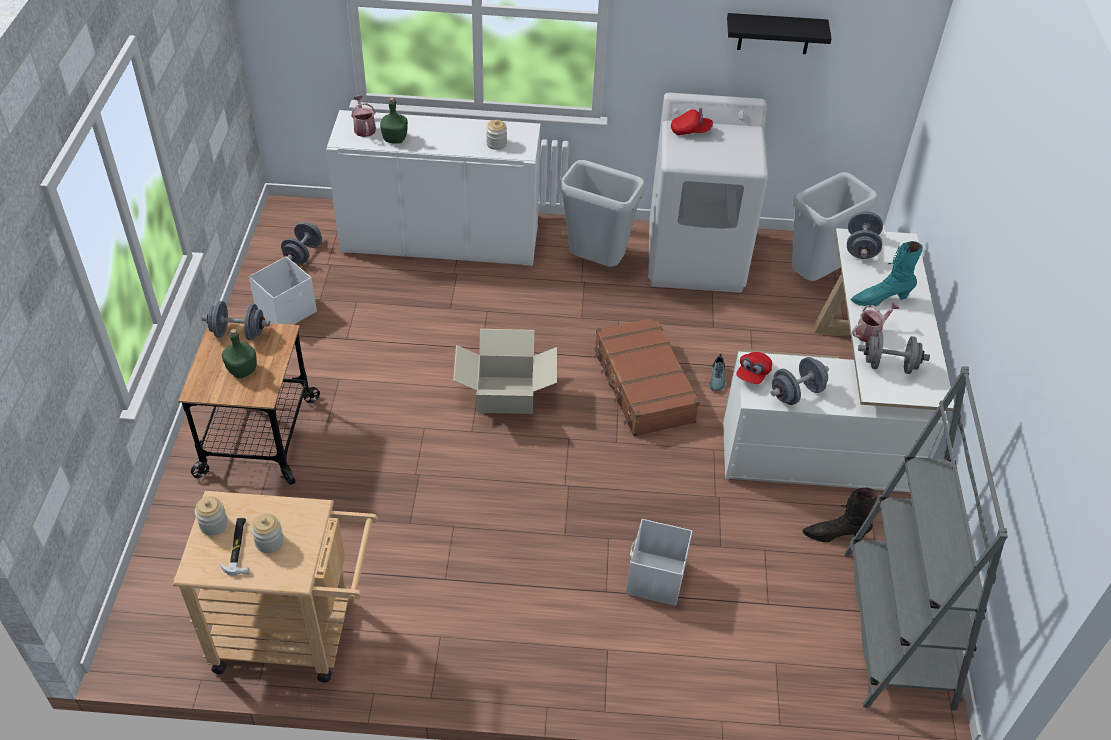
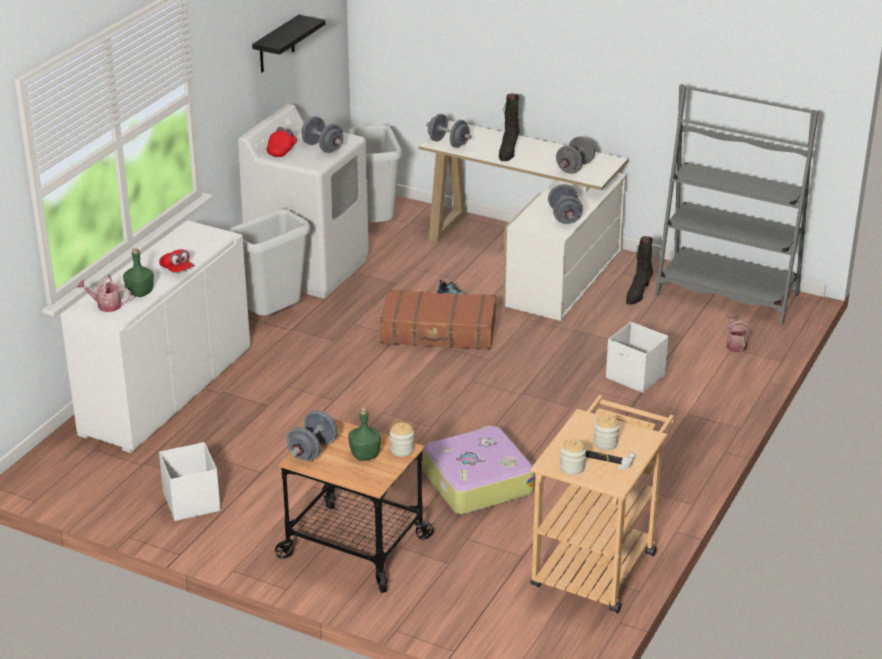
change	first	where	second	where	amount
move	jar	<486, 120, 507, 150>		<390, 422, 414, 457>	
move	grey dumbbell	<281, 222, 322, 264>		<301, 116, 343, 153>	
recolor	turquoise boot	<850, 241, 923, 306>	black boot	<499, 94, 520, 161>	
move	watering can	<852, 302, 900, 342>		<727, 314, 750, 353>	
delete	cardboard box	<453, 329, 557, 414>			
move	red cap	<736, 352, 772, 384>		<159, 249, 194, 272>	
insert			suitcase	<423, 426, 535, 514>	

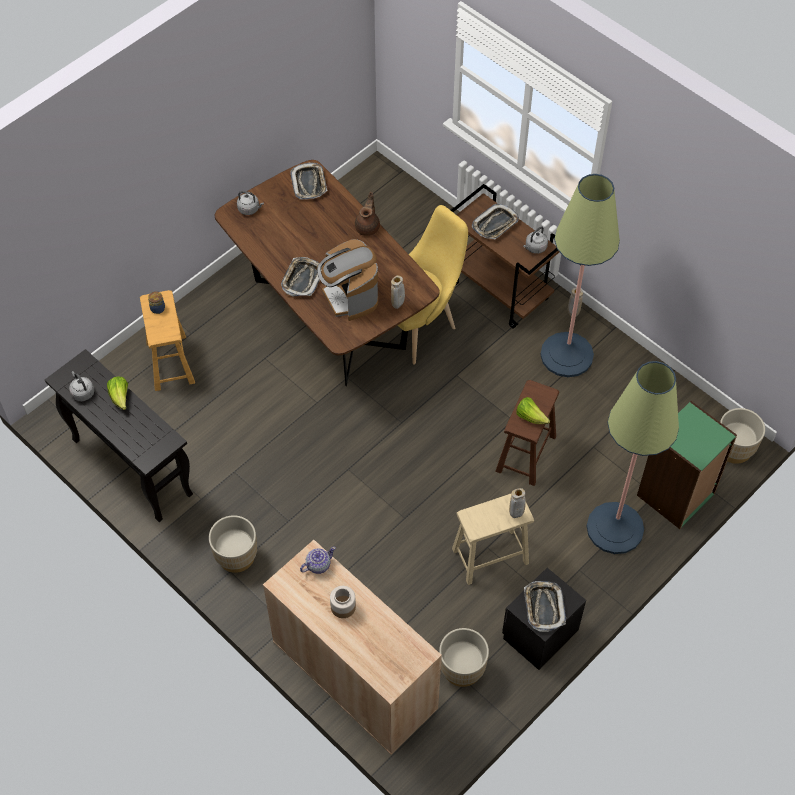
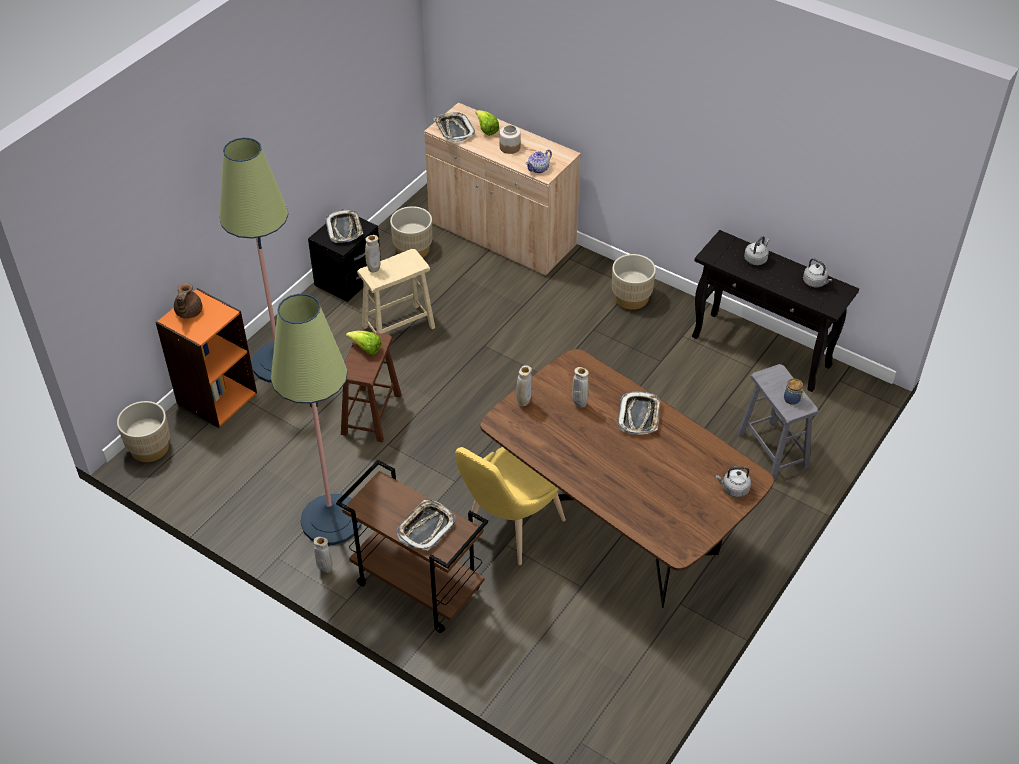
change	first	where	second	where	amount
move	tray	<290, 163, 327, 200>		<434, 112, 476, 142>	
move	brown teapot	<355, 192, 380, 236>		<174, 283, 202, 319>	
move	grey kettle	<523, 226, 548, 254>		<744, 236, 769, 265>	
replace	coffee machine	<317, 239, 378, 321>	beige vase	<572, 367, 589, 408>	
recolor	brown stool	<140, 290, 195, 391>	grey stool	<737, 364, 819, 480>	
move	lettuce	<107, 376, 128, 410>		<476, 110, 499, 136>	
recolor	green bookcase	<637, 401, 737, 529>	orange bookcase	<155, 288, 257, 428>	

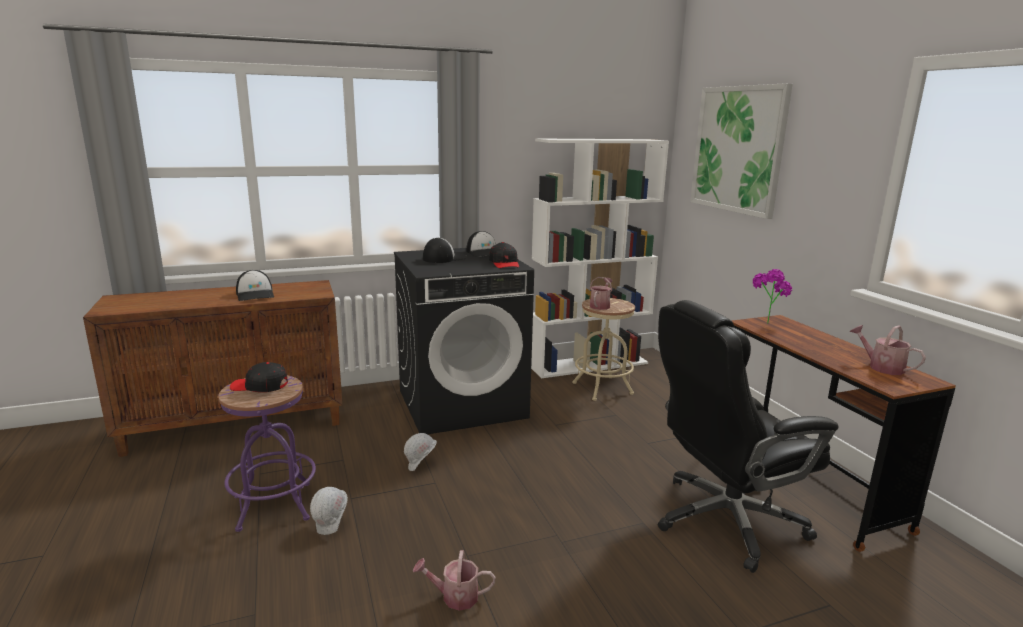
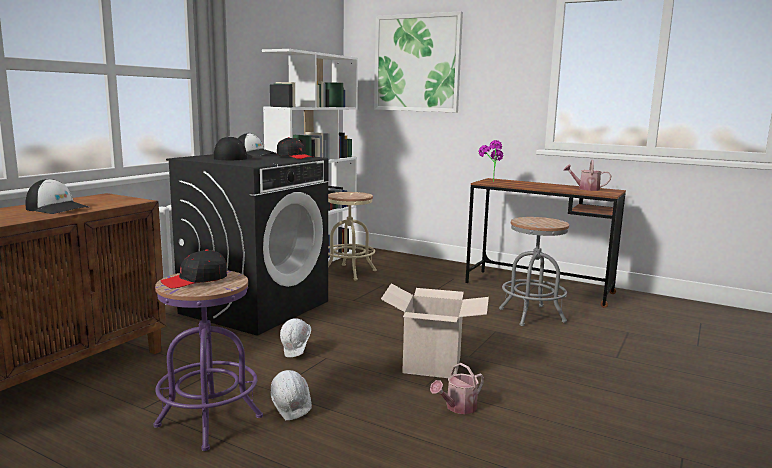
change	first	where	second	where	amount
delete	watering can	<590, 277, 613, 310>			
replace	black office chair	<658, 300, 839, 573>	grey stool	<499, 217, 569, 326>	
insert			cardboard box	<381, 283, 489, 378>	

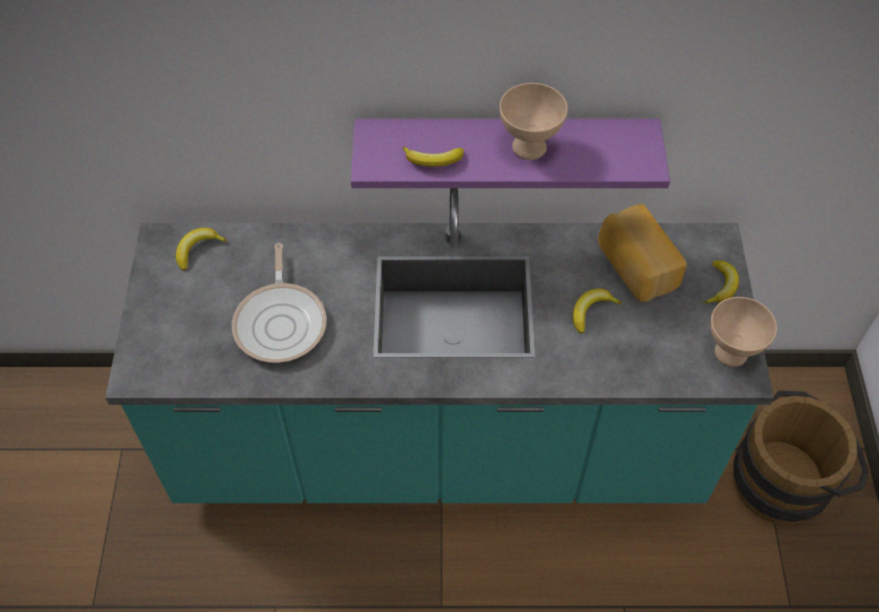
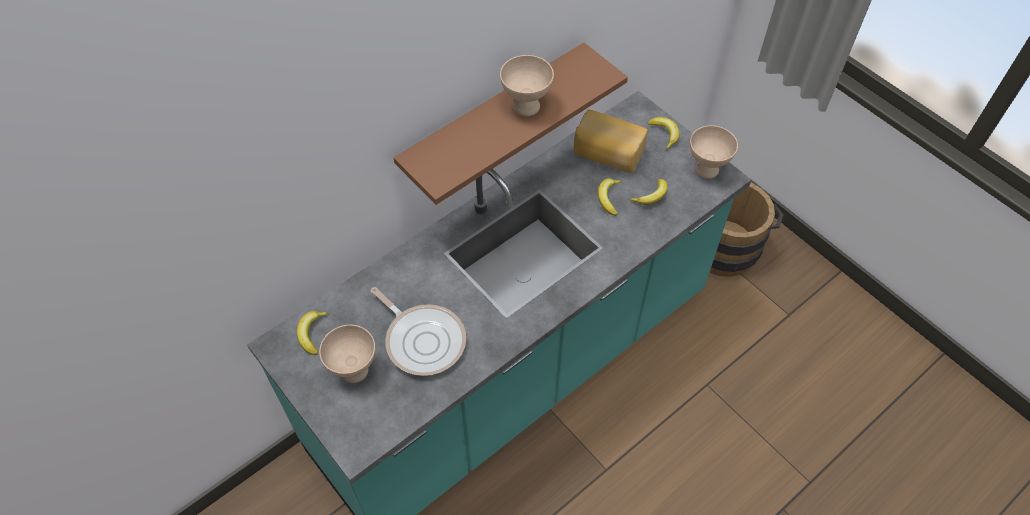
change	first	where	second	where	amount
recolor	purple shelf	<351, 119, 670, 188>	brown shelf	<394, 43, 628, 205>	
move	banana	<403, 146, 464, 166>		<629, 179, 668, 205>	
insert			beige bowl	<319, 325, 375, 383>	

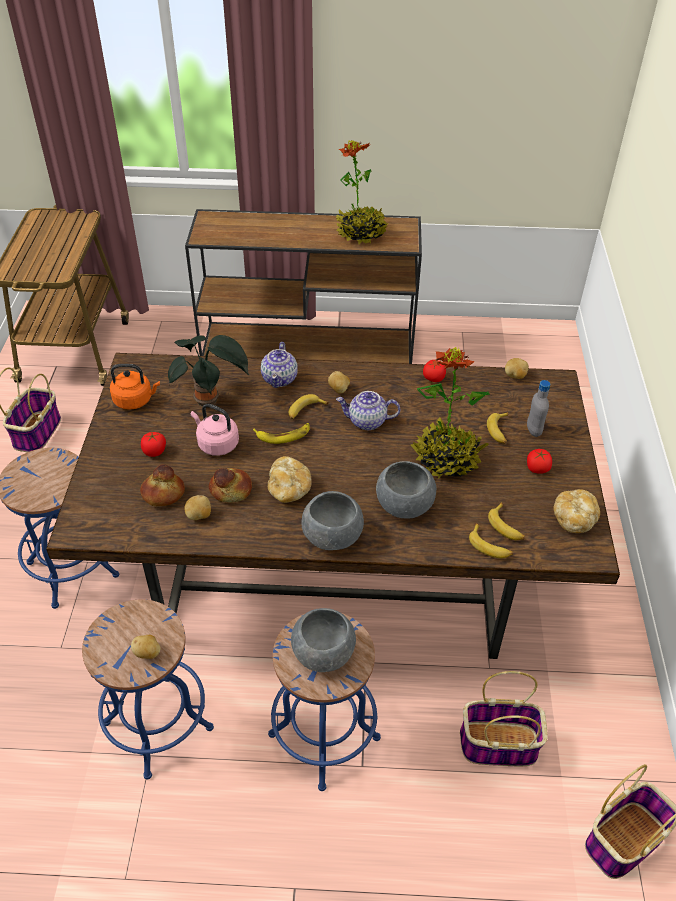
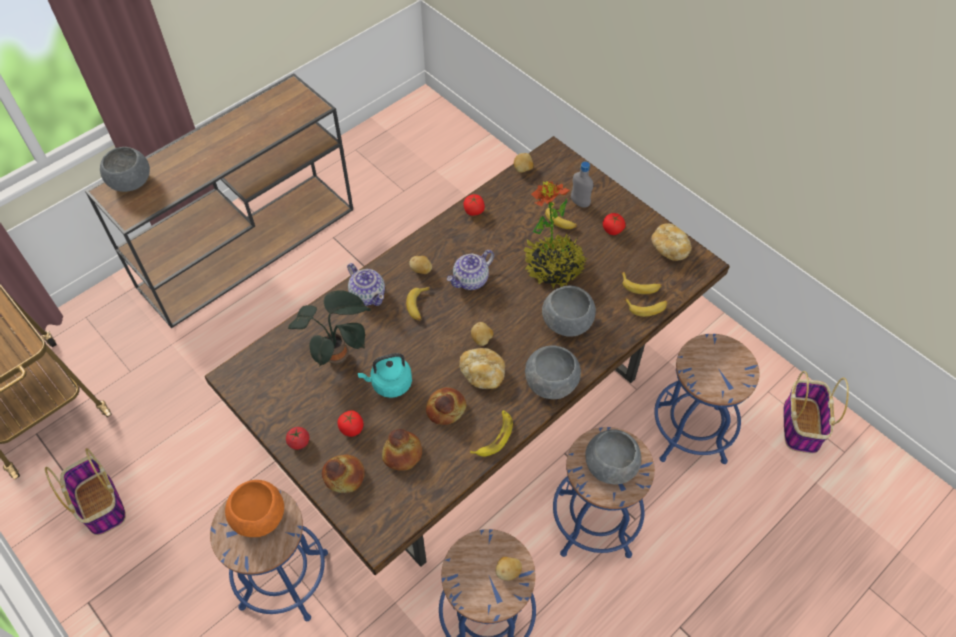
change	first	where	second	where	amount
delete	potted plant	<336, 140, 389, 244>			
delete	orange kettle	<110, 364, 160, 410>			
recolor	pink kettle	<191, 404, 239, 456>	turquoise kettle	<357, 353, 412, 398>	
move	banana	<253, 423, 310, 444>		<470, 410, 513, 457>	
move	potato	<184, 495, 211, 520>		<471, 322, 493, 346>	
replace	basket	<460, 671, 548, 766>	blue stool	<654, 334, 759, 464>	
insert			grey bowl	<100, 147, 150, 192>	
insert			tomato	<286, 427, 309, 450>	
insert			bread	<322, 454, 364, 493>	
insert			orange bowl	<225, 480, 284, 537>	

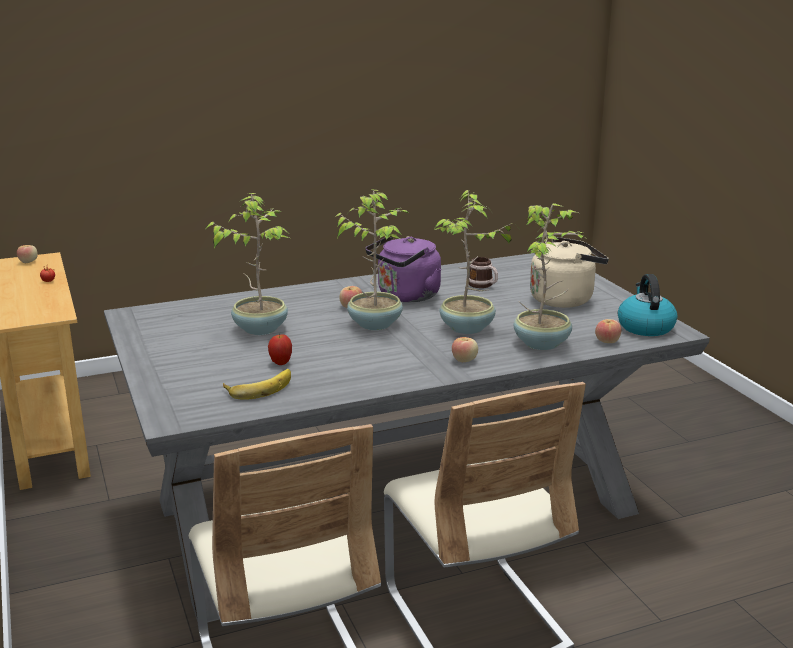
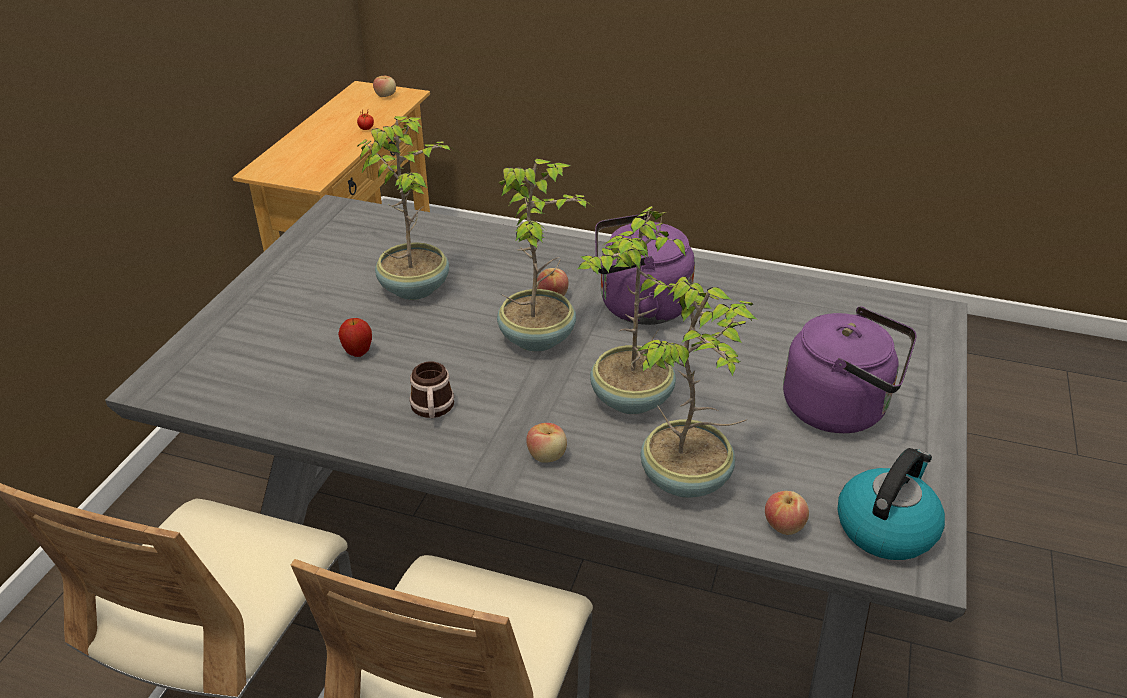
change	first	where	second	where	amount
recolor	beige kettle	<530, 237, 609, 308>	purple kettle	<783, 307, 917, 433>	
move	mug	<469, 257, 498, 288>		<409, 361, 454, 418>	
delete	banana	<223, 369, 291, 400>			

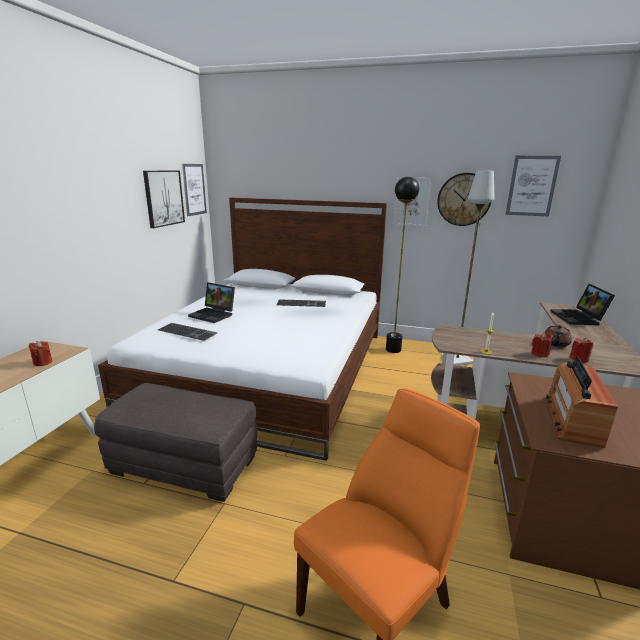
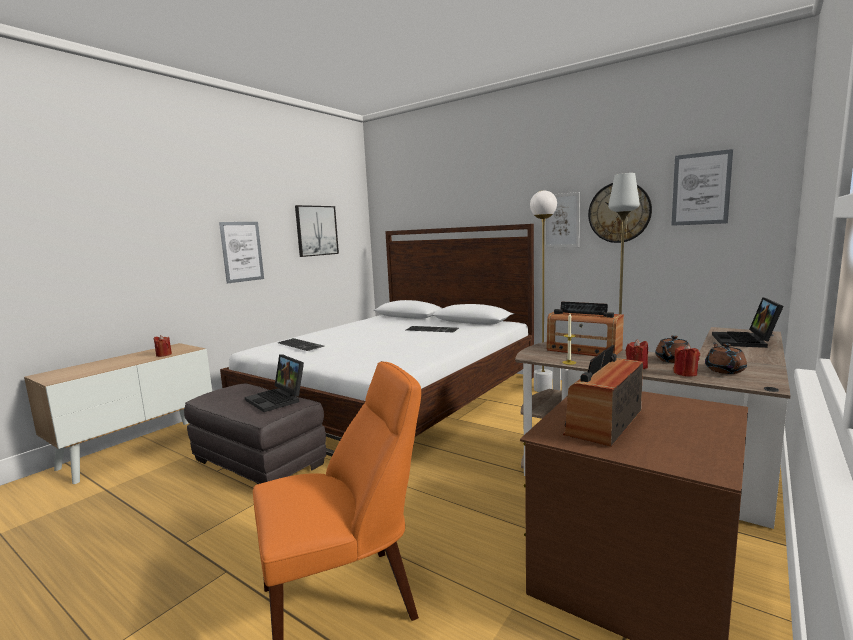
change	first	where	second	where	amount
move	picture	<182, 164, 207, 216>		<219, 222, 264, 283>	
recolor	black floor lamp	<386, 177, 419, 353>	white floor lamp	<530, 191, 557, 392>	
move	laptop	<188, 282, 235, 323>		<245, 354, 304, 412>	
insert			radio	<546, 301, 624, 356>	
insert			brown teapot	<705, 342, 747, 374>	

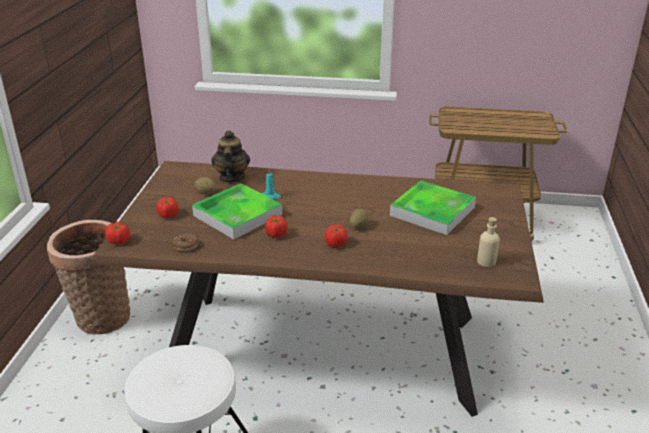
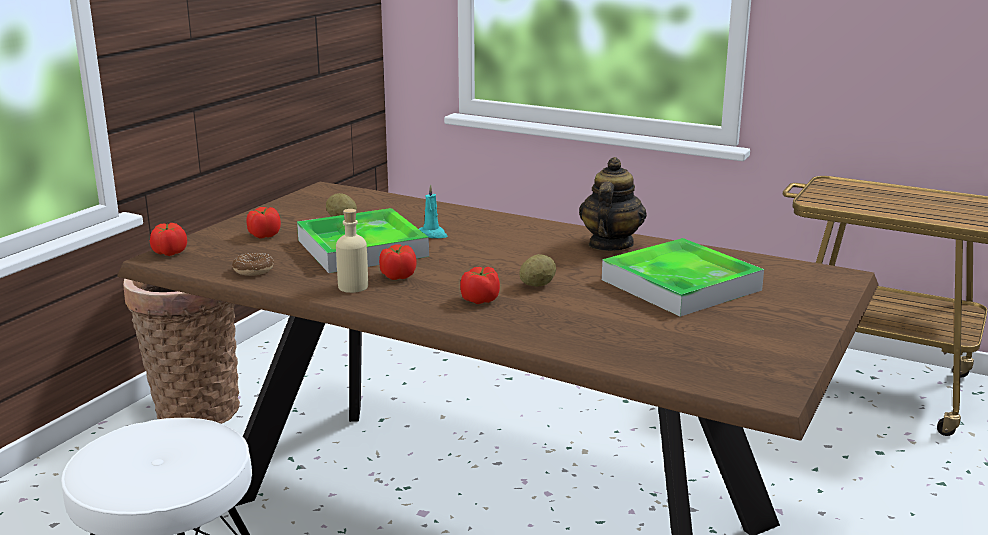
change	first	where	second	where	amount
move	teapot	<211, 130, 250, 183>		<579, 157, 647, 251>	
move	beige bottle	<477, 217, 500, 267>		<336, 209, 368, 293>	

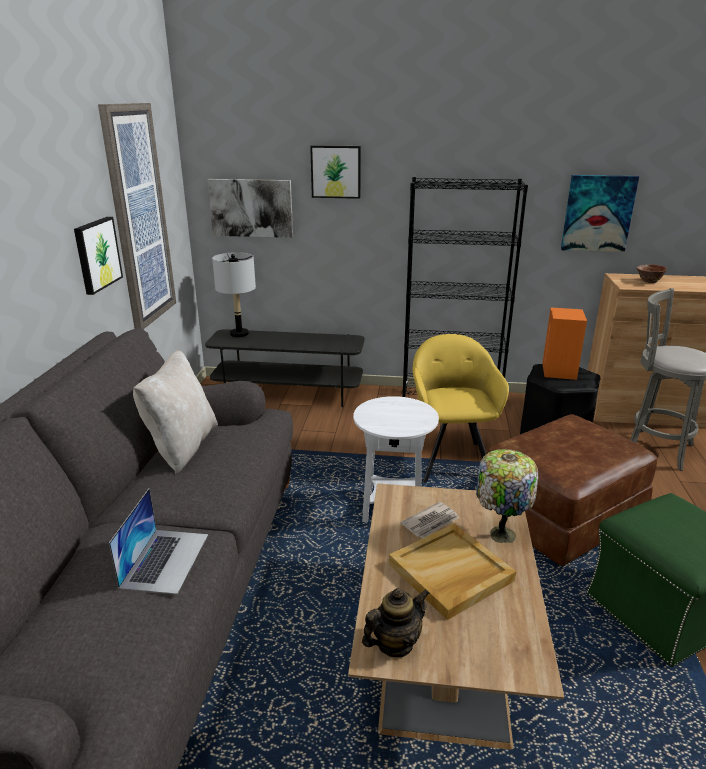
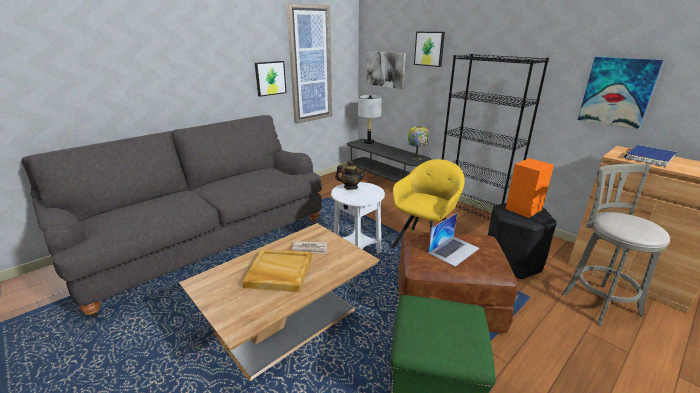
change	first	where	second	where	amount
replace	bowl	<637, 264, 667, 283>	blue book	<624, 145, 676, 167>	
delete	beige pillow	<133, 350, 218, 474>			
move	table lamp	<476, 449, 538, 543>		<408, 126, 429, 160>	
move	laptop	<109, 489, 208, 594>		<428, 213, 480, 267>	
move	teapot	<362, 588, 430, 657>		<335, 161, 366, 190>	

